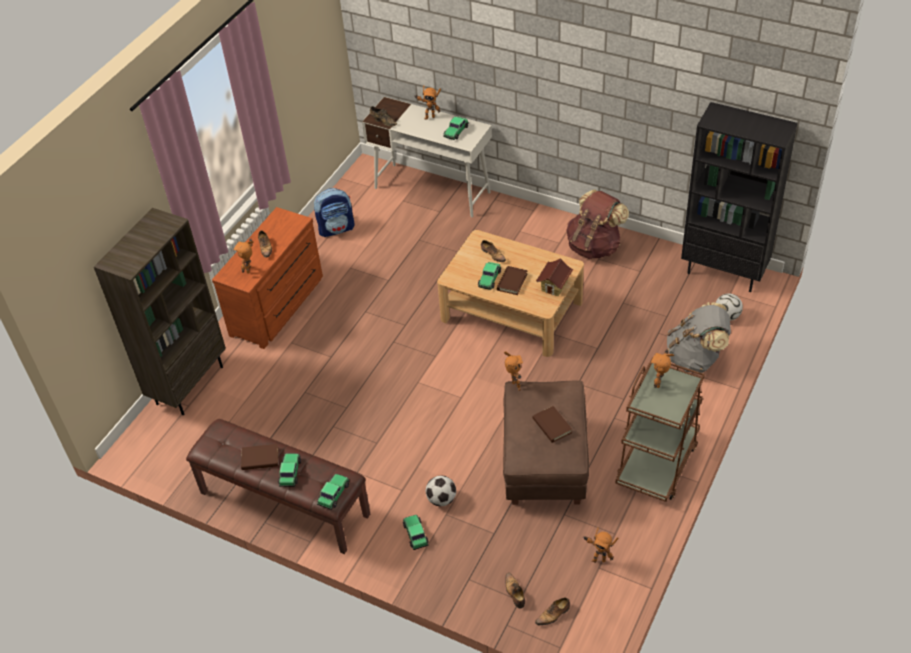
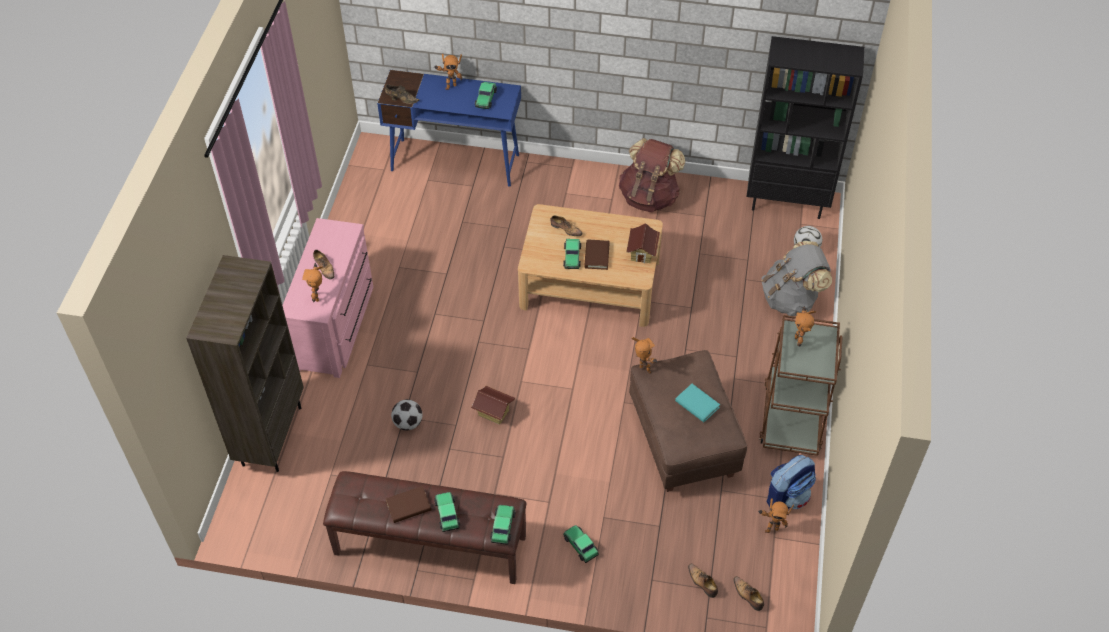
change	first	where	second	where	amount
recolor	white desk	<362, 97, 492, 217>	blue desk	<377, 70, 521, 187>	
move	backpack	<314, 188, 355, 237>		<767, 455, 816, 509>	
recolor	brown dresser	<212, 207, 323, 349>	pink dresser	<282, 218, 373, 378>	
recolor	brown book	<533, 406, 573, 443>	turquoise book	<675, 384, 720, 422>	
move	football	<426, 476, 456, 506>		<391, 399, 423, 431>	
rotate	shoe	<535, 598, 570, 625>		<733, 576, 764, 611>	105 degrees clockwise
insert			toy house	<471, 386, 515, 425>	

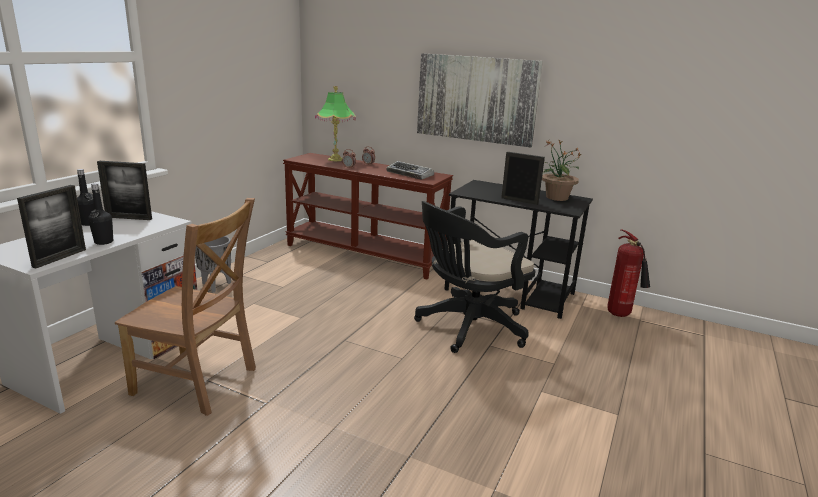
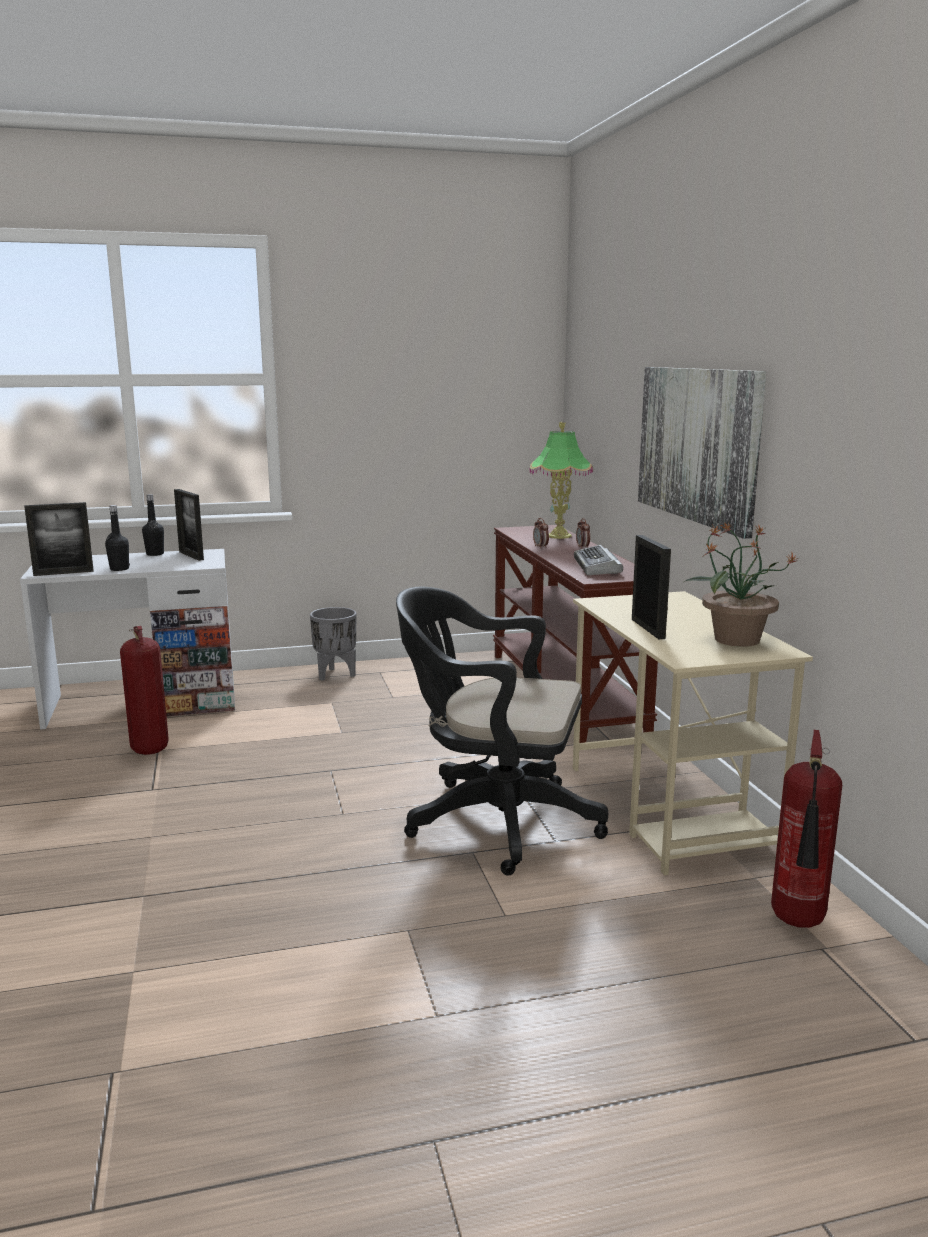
change	first	where	second	where	amount
recolor	black desk	<444, 180, 593, 319>	beige desk	<573, 591, 813, 875>	
replace	brown chair	<115, 198, 256, 416>	fire extinguisher	<120, 626, 169, 755>	

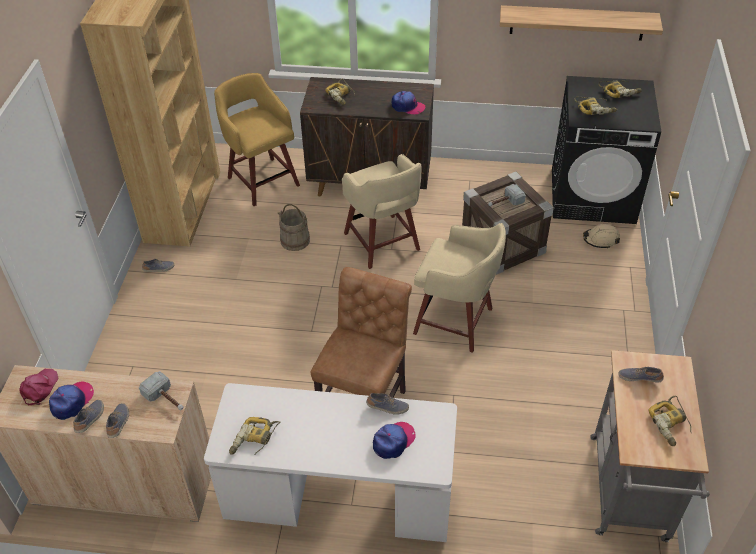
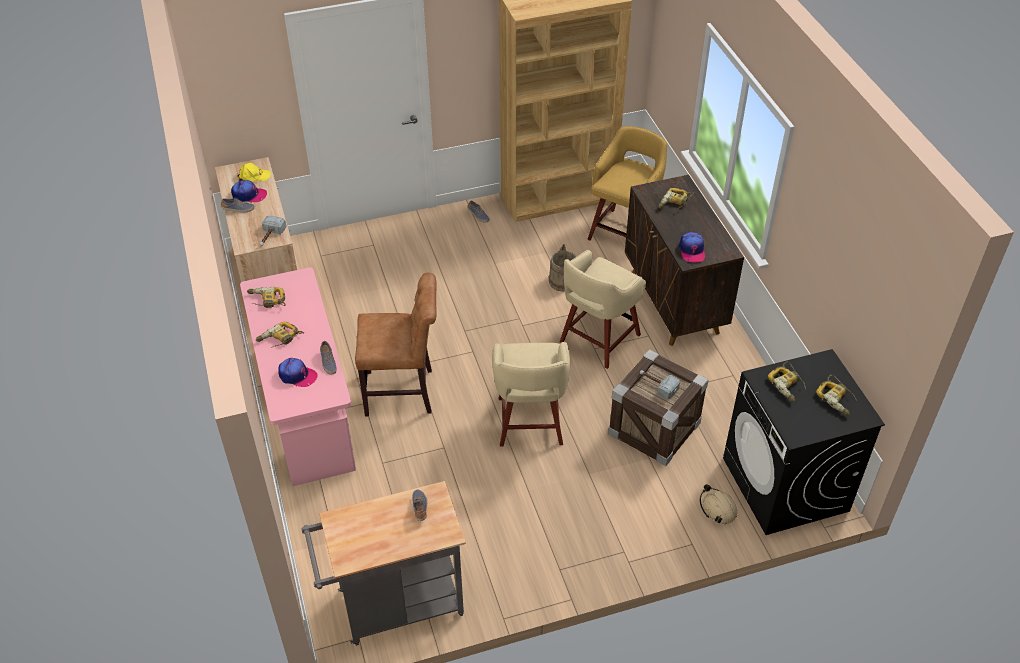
change	first	where	second	where	amount
delete	shelf	<500, 5, 663, 41>			
recolor	pink cap	<19, 369, 58, 405>	yellow cap	<238, 163, 271, 182>	
recolor	white desk	<204, 383, 457, 542>	pink desk	<240, 267, 356, 486>	
move	power drill	<649, 396, 692, 446>		<256, 322, 304, 347>	
delete	shoe	<106, 403, 129, 438>			

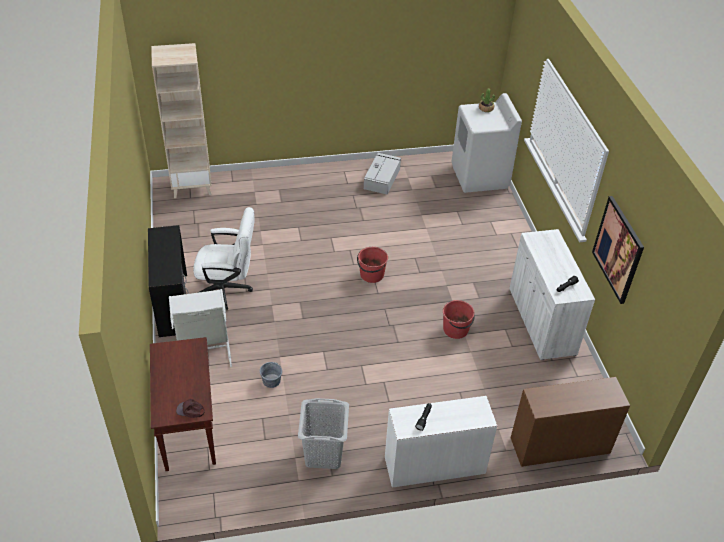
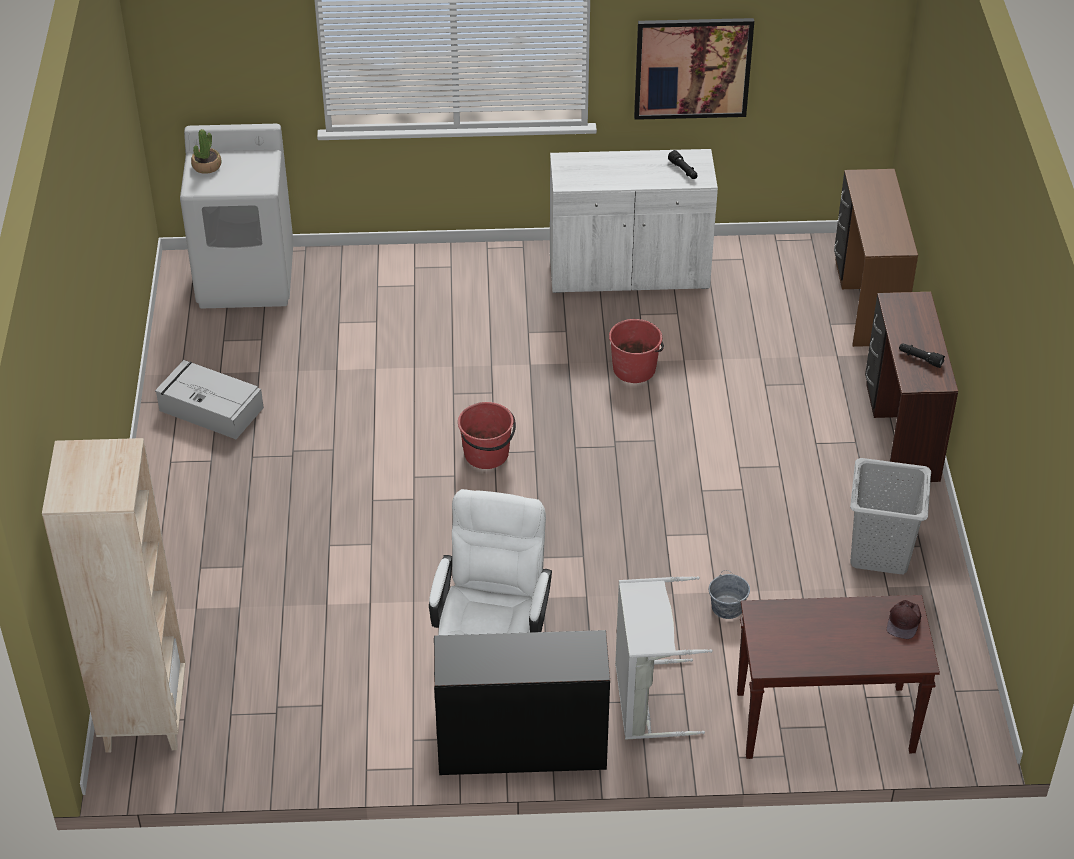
change	first	where	second	where	amount
recolor	white desk	<385, 396, 497, 488>	brown desk	<865, 292, 958, 482>	

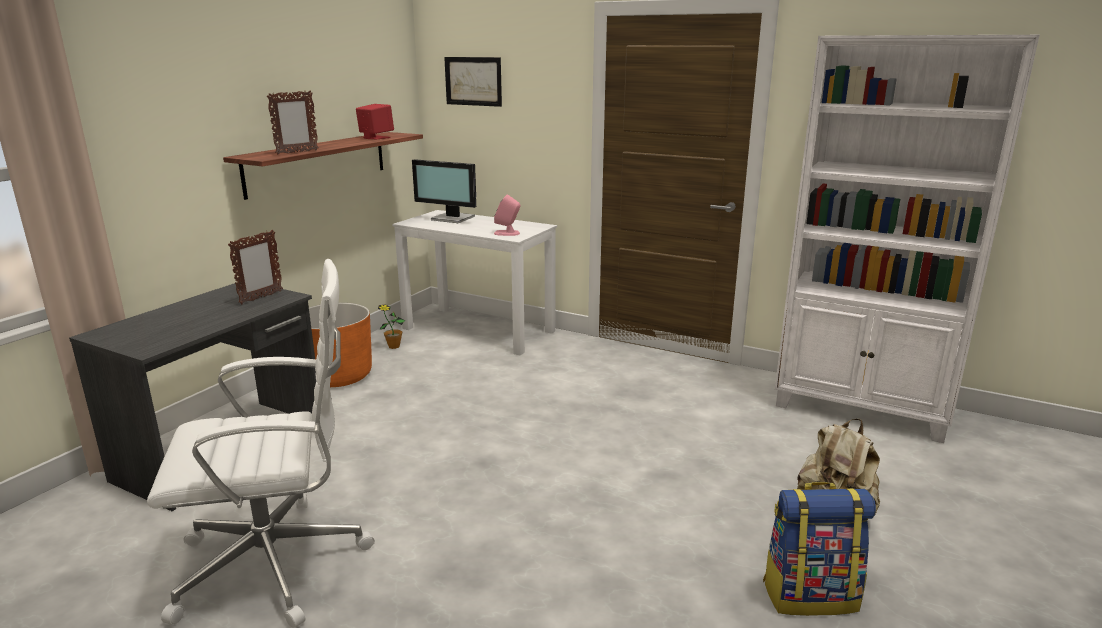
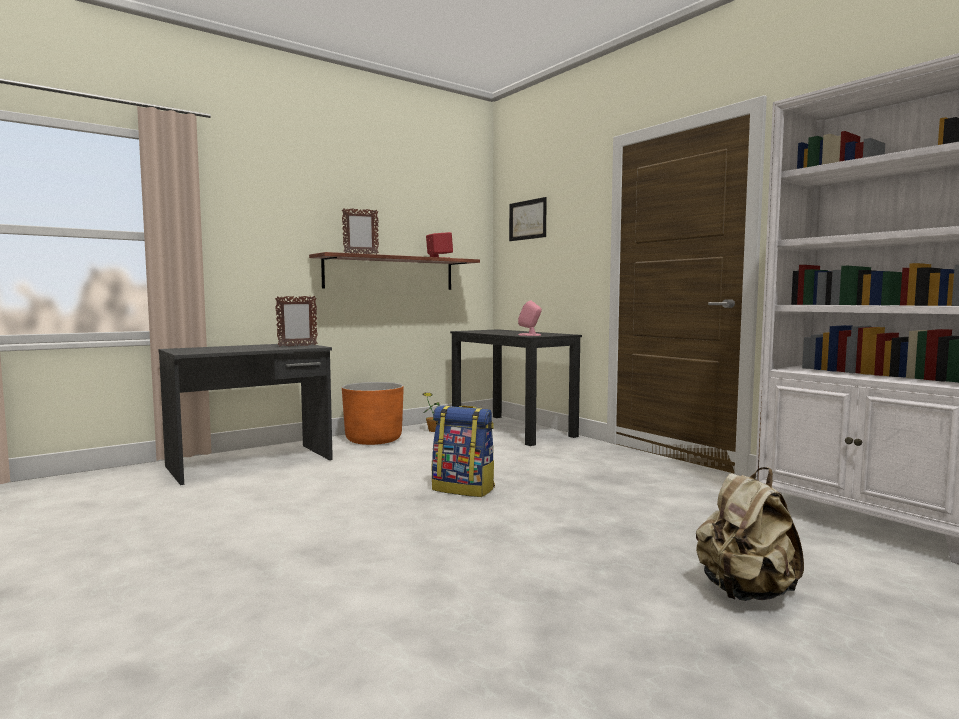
change	first	where	second	where	amount
delete	monitor	<412, 159, 476, 223>			
recolor	white desk	<392, 210, 557, 356>	black desk	<450, 329, 582, 446>	
delete	white office chair	<147, 259, 375, 628>			
move	backpack	<763, 482, 876, 616>		<432, 405, 495, 497>	

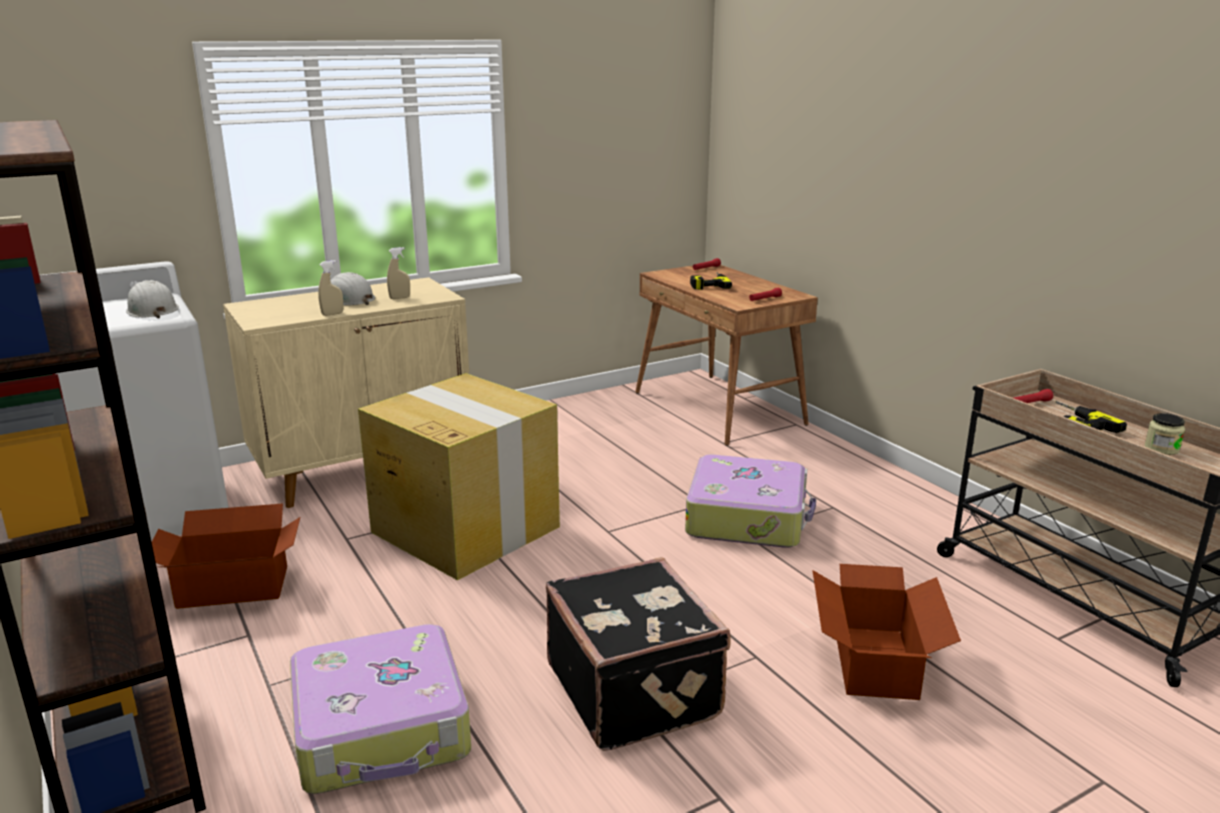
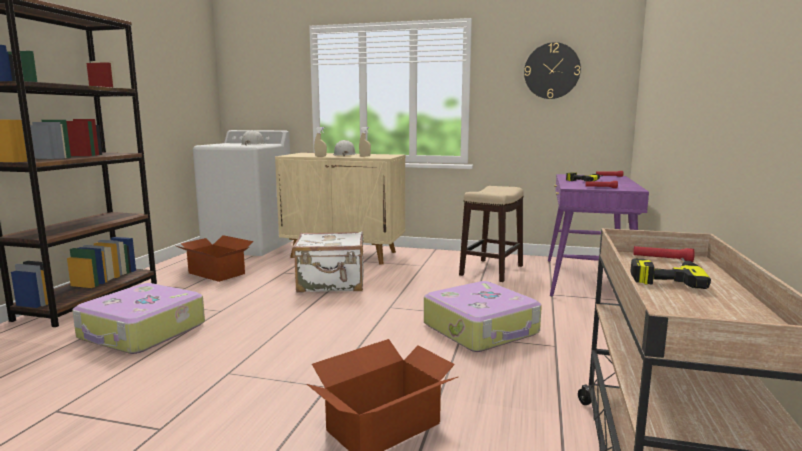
change	first	where	second	where	amount
recolor	brown desk	<635, 265, 818, 446>	purple desk	<548, 174, 649, 297>	
replace	cardboard box	<358, 373, 560, 580>	white suitcase	<293, 231, 364, 293>	
delete	jar	<1145, 413, 1185, 455>			
delete	black suitcase	<546, 557, 731, 751>			
insert			wall clock	<524, 42, 581, 99>	
insert			stool	<459, 186, 524, 282>	

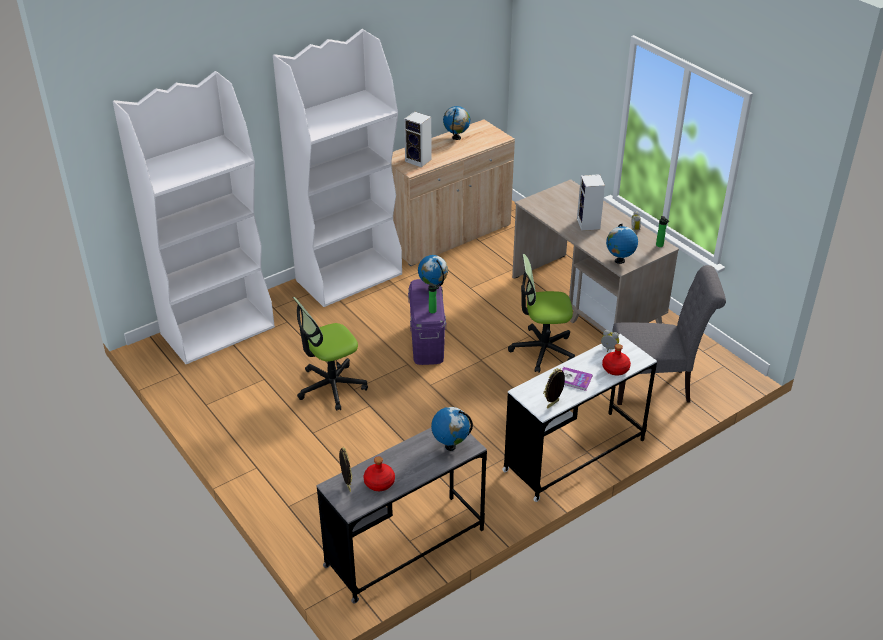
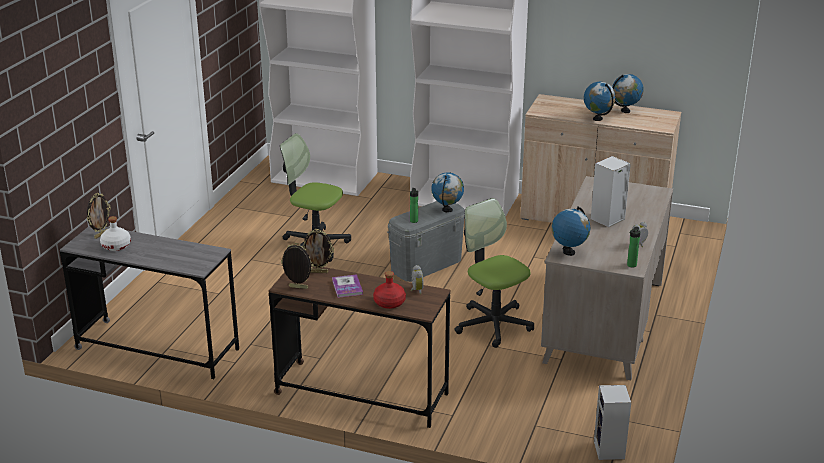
change	first	where	second	where	amount
move	speaker	<404, 112, 432, 167>		<594, 385, 631, 460>	
delete	grey chair	<613, 265, 726, 405>			
recolor	purple storage box	<408, 279, 446, 365>	grey storage box	<387, 201, 464, 282>	
recolor	white desk	<502, 334, 657, 502>	brown desk	<269, 266, 450, 428>	
move	globe	<431, 407, 473, 451>		<584, 82, 616, 121>	
recolor	red bottle	<364, 456, 395, 491>	white bottle	<100, 216, 131, 251>	
insert			picture frame	<303, 229, 334, 273>	

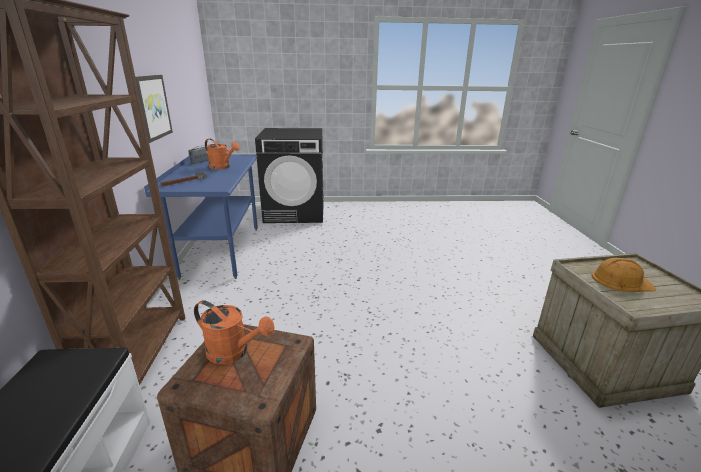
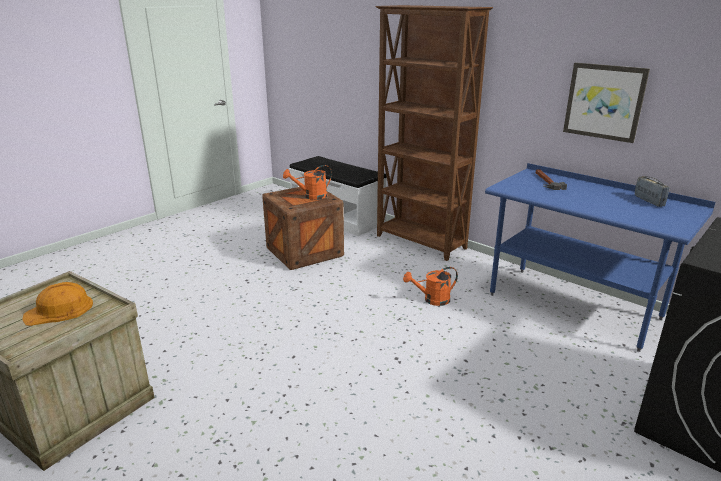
change	first	where	second	where	amount
move	orange watering can	<205, 139, 240, 170>		<403, 267, 458, 306>	

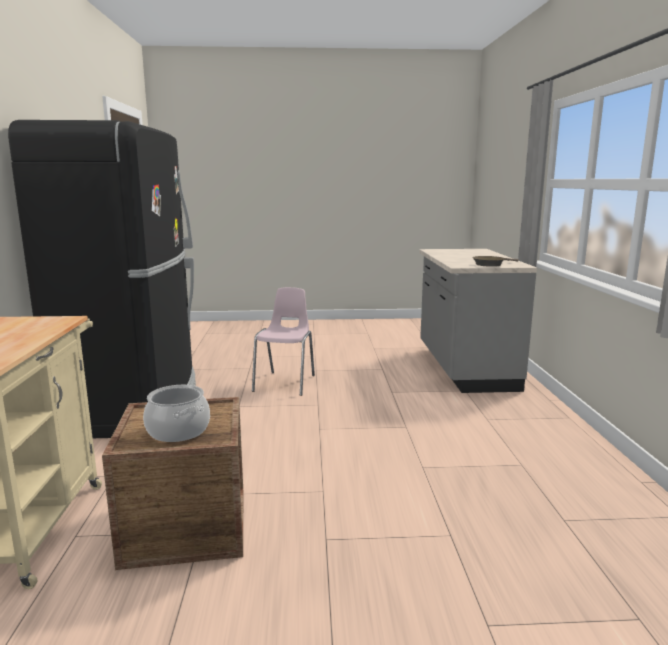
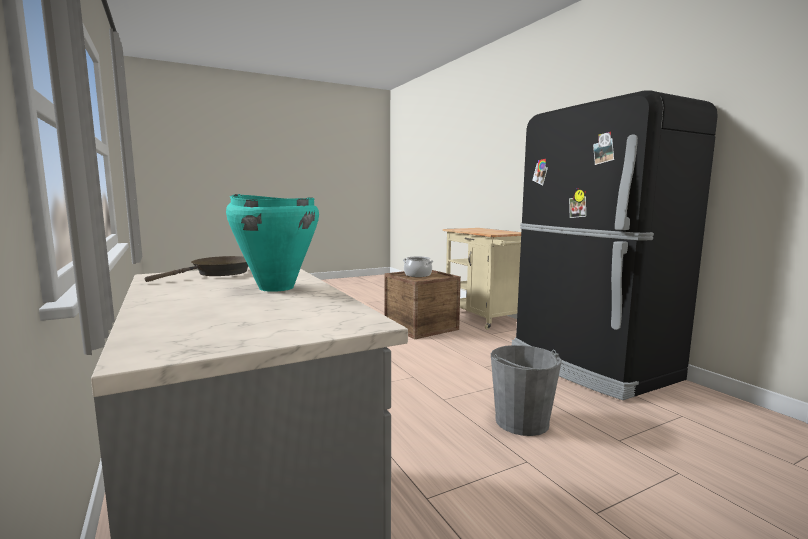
change	first	where	second	where	amount
replace	pink chair	<252, 287, 315, 396>	grey bucket	<491, 345, 562, 436>	
insert			turquoise cooking pot	<226, 194, 319, 292>	

